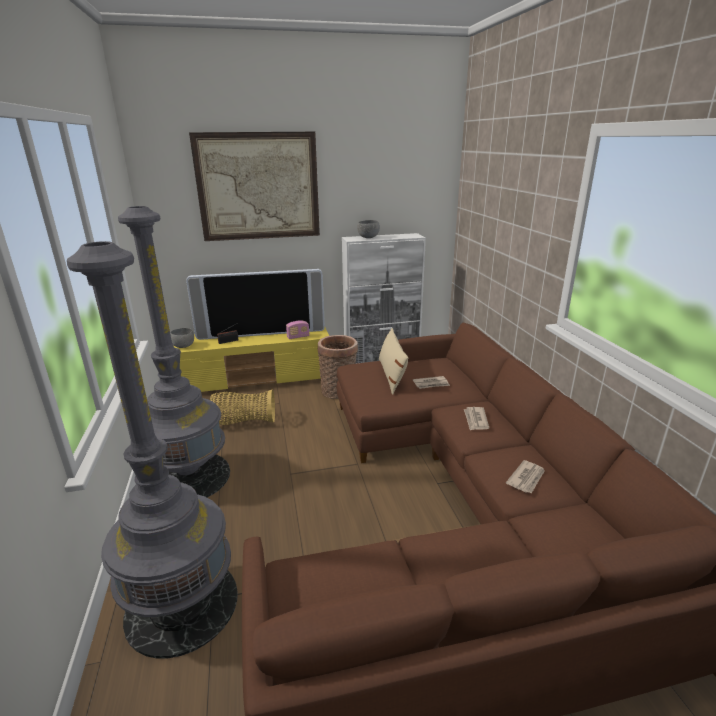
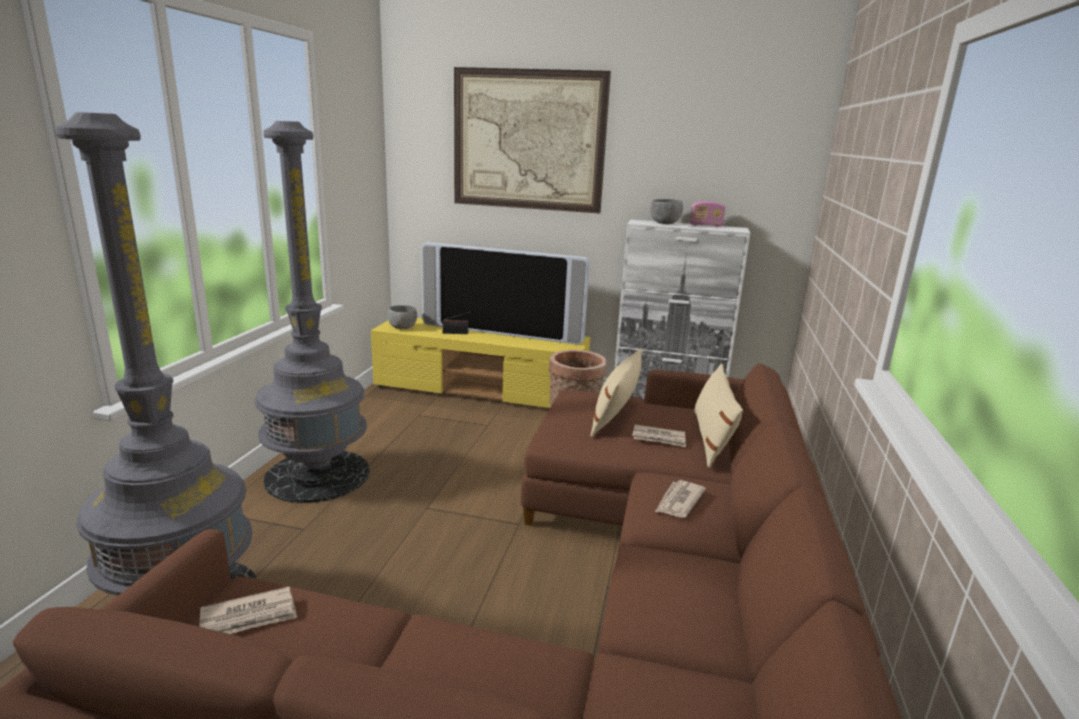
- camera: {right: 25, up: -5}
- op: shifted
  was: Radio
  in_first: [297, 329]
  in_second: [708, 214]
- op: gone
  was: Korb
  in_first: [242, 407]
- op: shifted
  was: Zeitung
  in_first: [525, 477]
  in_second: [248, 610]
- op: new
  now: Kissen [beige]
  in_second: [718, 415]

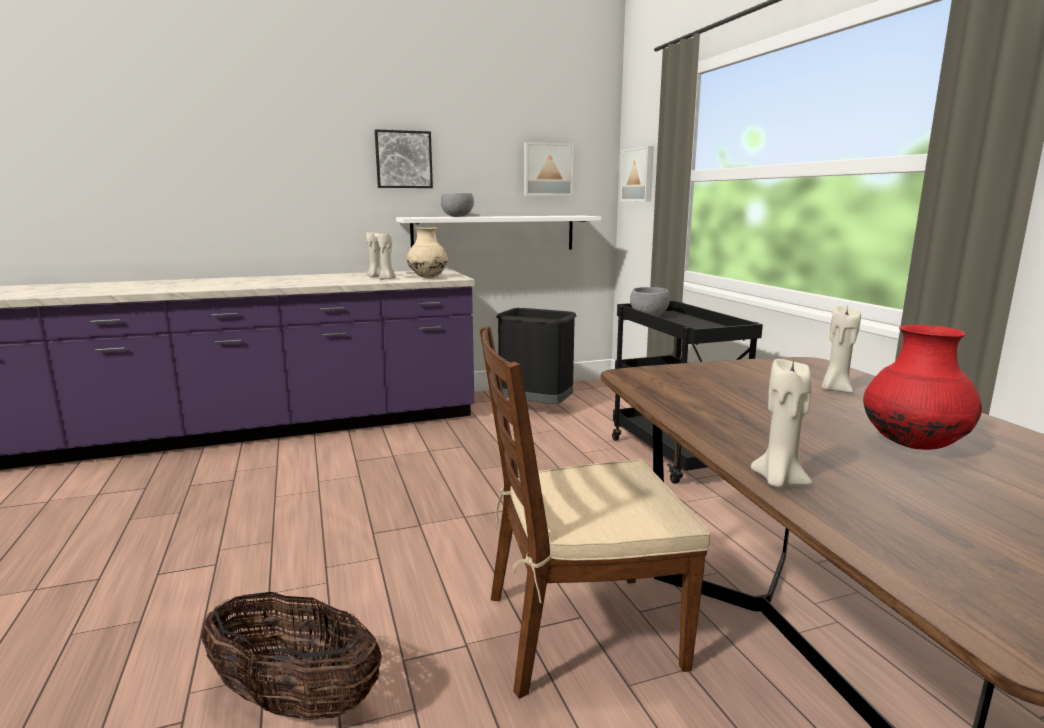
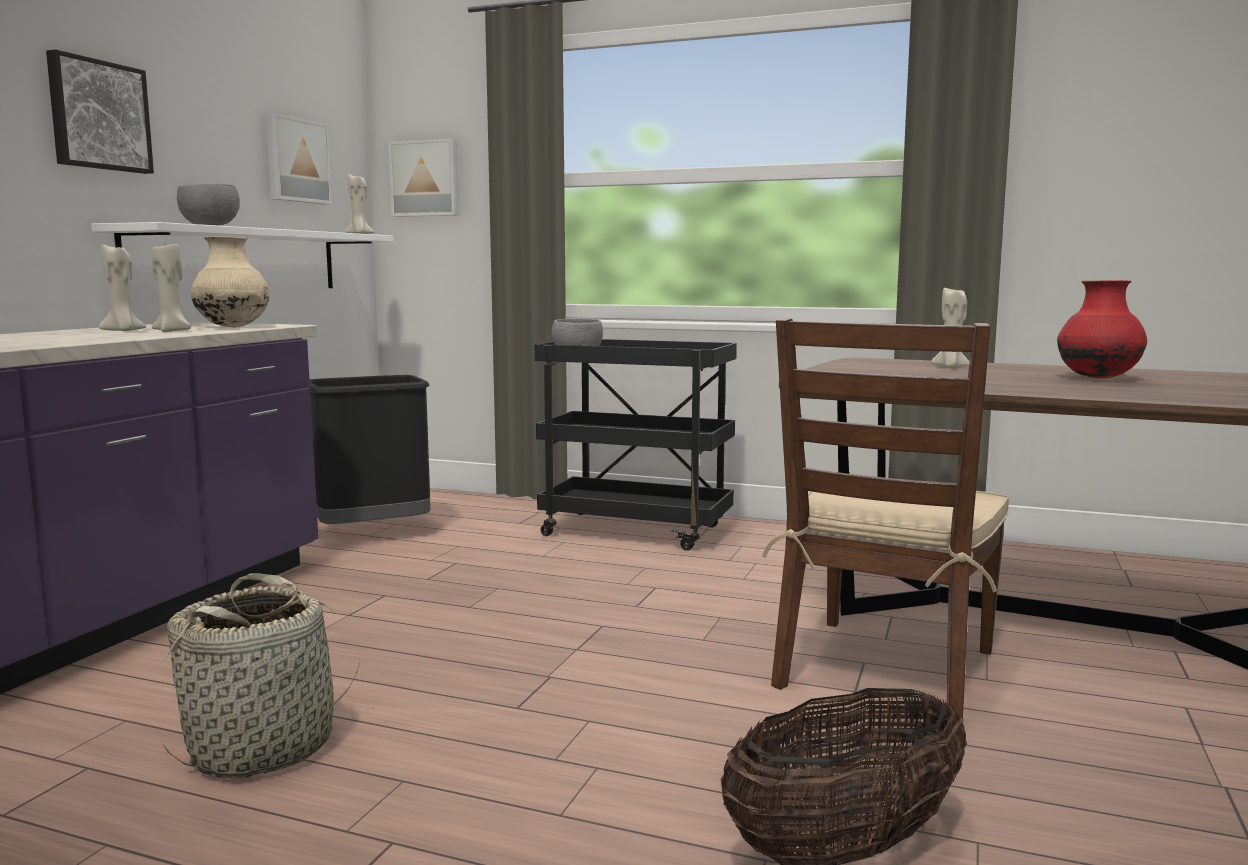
- camera: {right: -50, up: -5}
- op: shifted
  was: Kerze [beige]
  in_first: [781, 423]
  in_second: [359, 204]
- op: new
  now: Korb
  in_second: [261, 675]

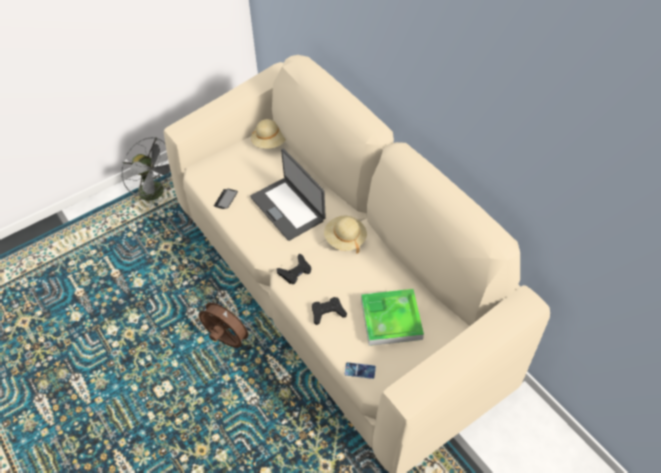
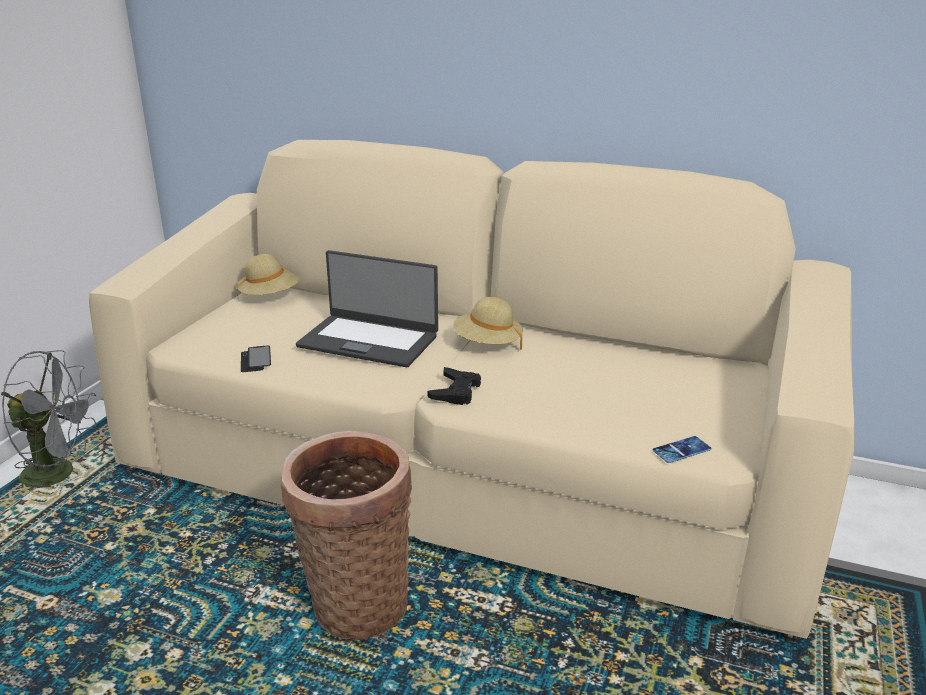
- camera: {right: -35, up: -25}
- op: gone
  was: Tablett
  in_first: [392, 317]
- op: gone
  was: Gamepad [schwarz]
  in_first: [329, 311]
- op: swapped
  was: Ventilator [braun]
  now: Korb
  in_first: [226, 323]
  in_second: [346, 535]

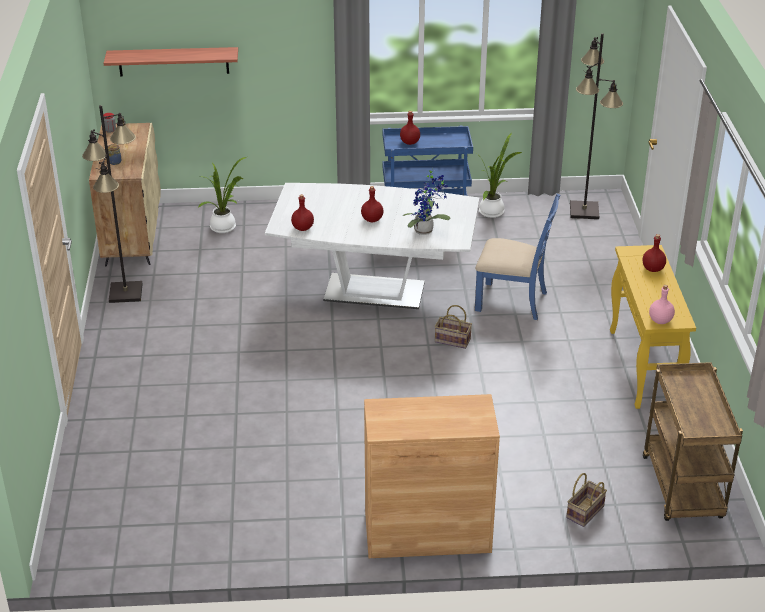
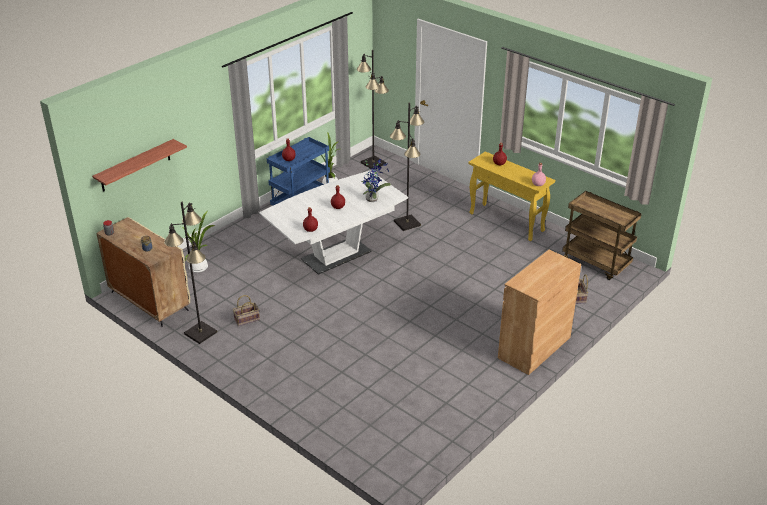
- camera: {right: -45, up: 0}
- op: swapped
  was: Stuhl [blau]
  now: Stehlampe [schwarz]
  in_first: [517, 257]
  in_second: [407, 167]
- op: shifted
  was: Korb
  in_first: [453, 327]
  in_second: [246, 310]

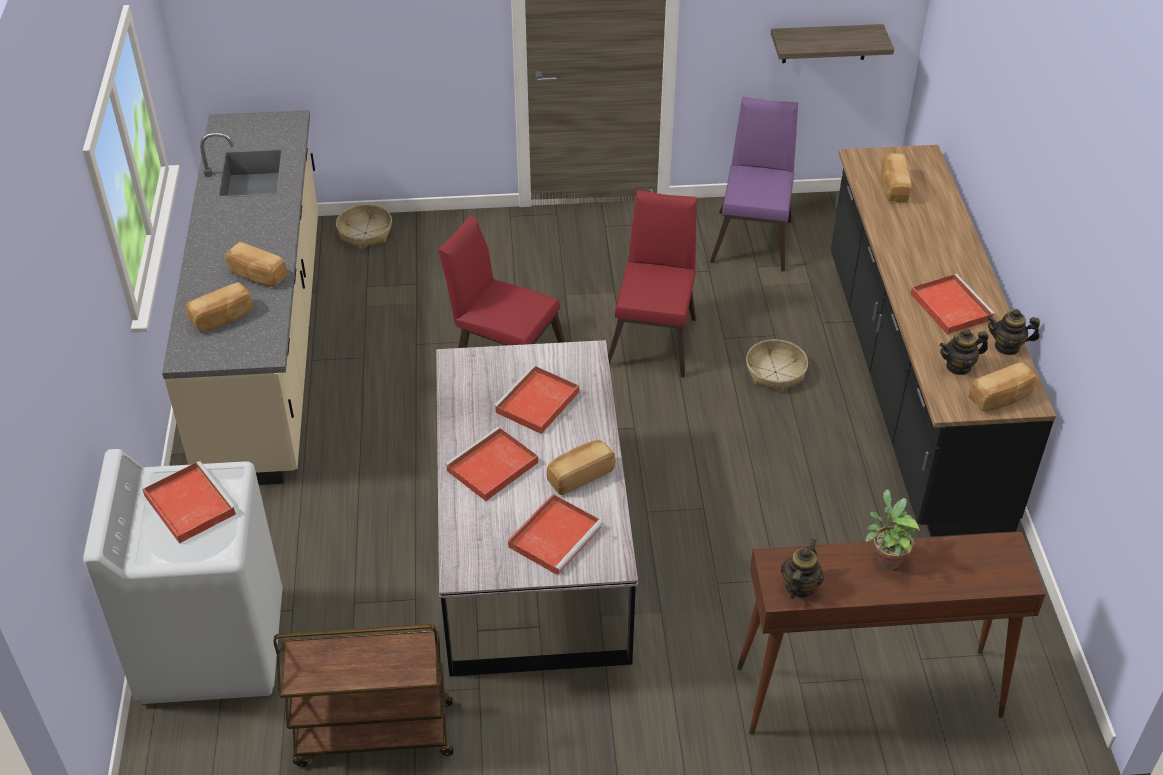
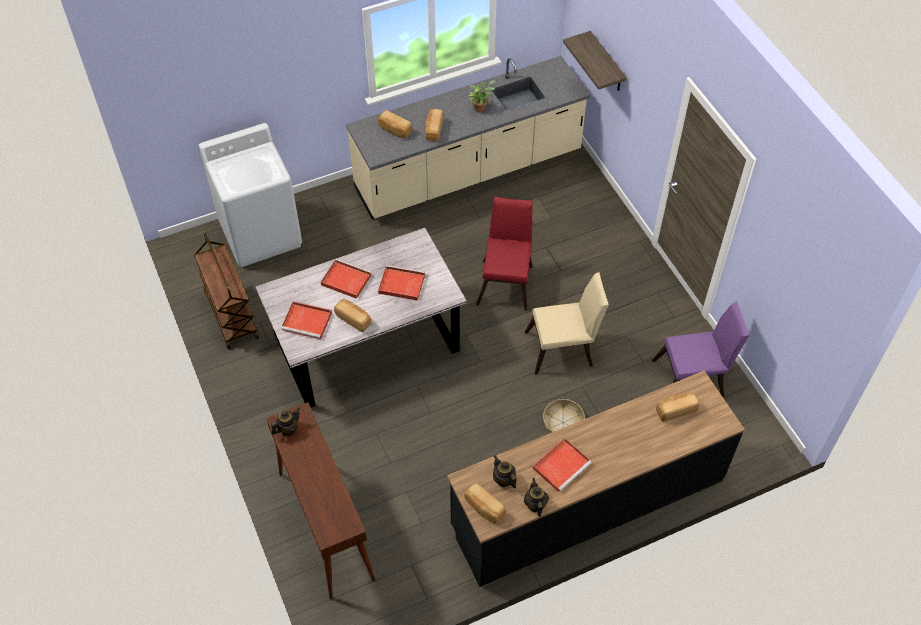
- camera: {right: 70, up: 10}
- op: shifted
  was: Wandregal
  in_first: [832, 43]
  in_second: [595, 61]
- op: repainted
  was: Stuhl [rot]
  now: Stuhl [beige]
  in_first: [652, 284]
  in_second: [567, 323]
- op: gone
  was: Korb
  in_first: [364, 226]
- op: gone
  was: Tablett [rot]
  in_first: [189, 502]
- op: shifted
  was: Topfpflanze
  in_first: [892, 529]
  in_second: [482, 96]
- op: rotated
  was: Teekanne
  in_first: [802, 569]
  in_second: [285, 421]
  clockwise: -45

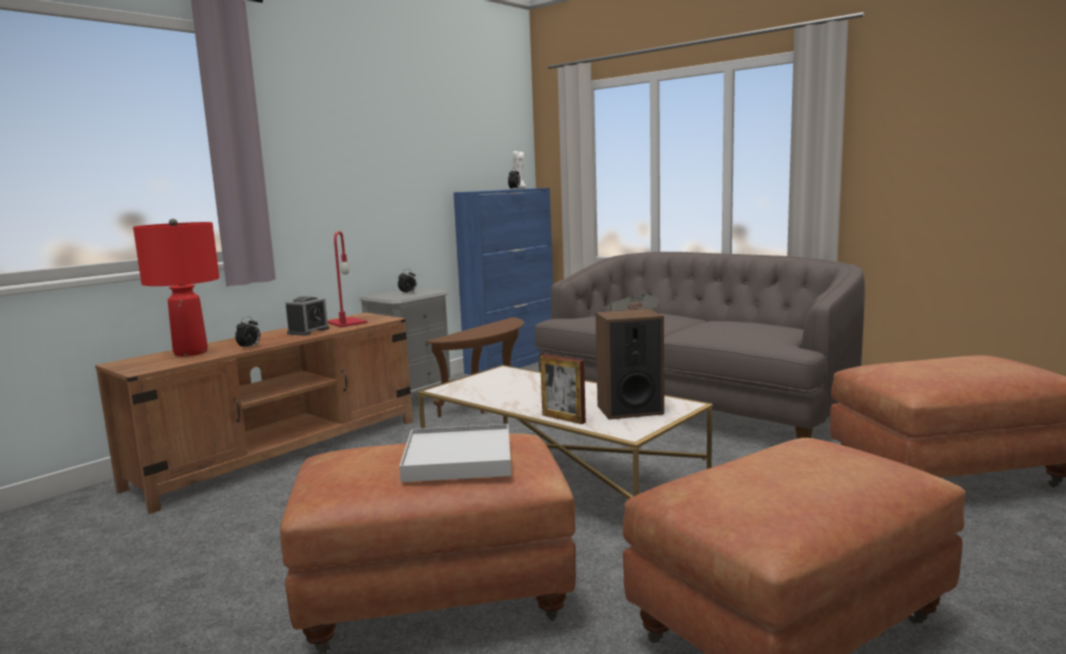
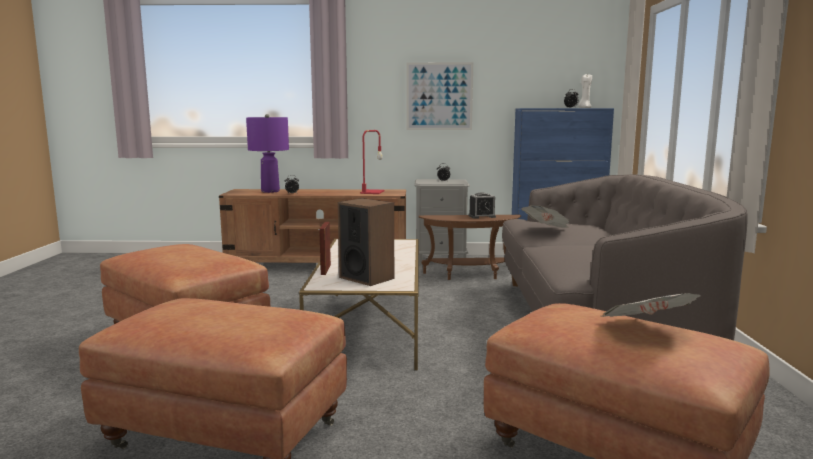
- camera: {right: 50, up: 0}
- op: repainted
  was: Tischlampe [rot]
  now: Tischlampe [lila]
  in_first: [176, 287]
  in_second: [267, 153]
- op: shifted
  was: Wecker
  in_first: [307, 316]
  in_second: [482, 205]
- op: gone
  was: Tablett [weiß]
  in_first: [455, 453]
- op: new
  now: Bild
  in_second: [440, 96]
- op: new
  now: Zeitung
  in_second: [651, 305]

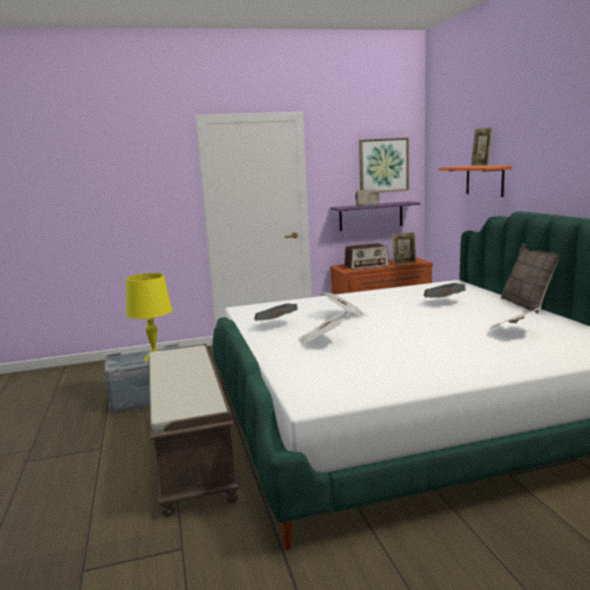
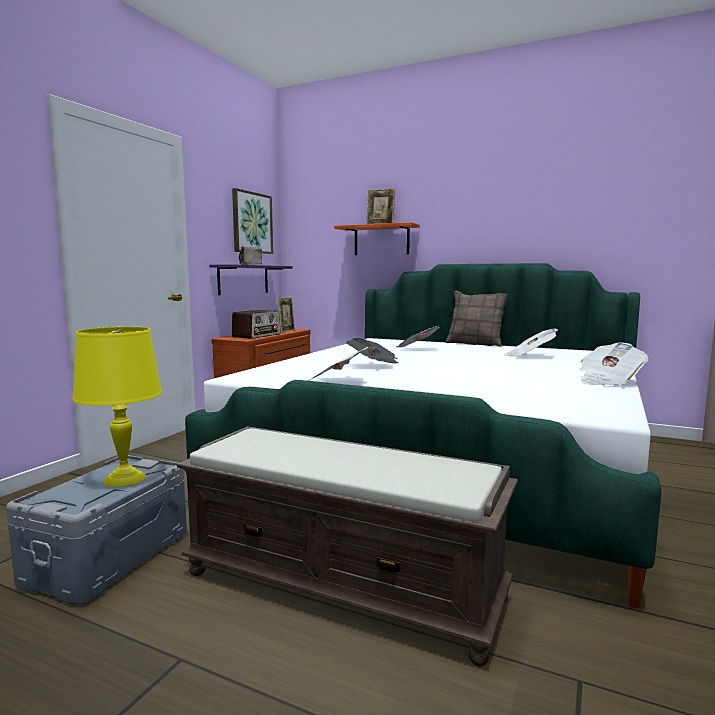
- camera: {right: -50, up: -5}
- op: shifted
  was: Zeitung
  in_first: [323, 328]
  in_second: [613, 363]

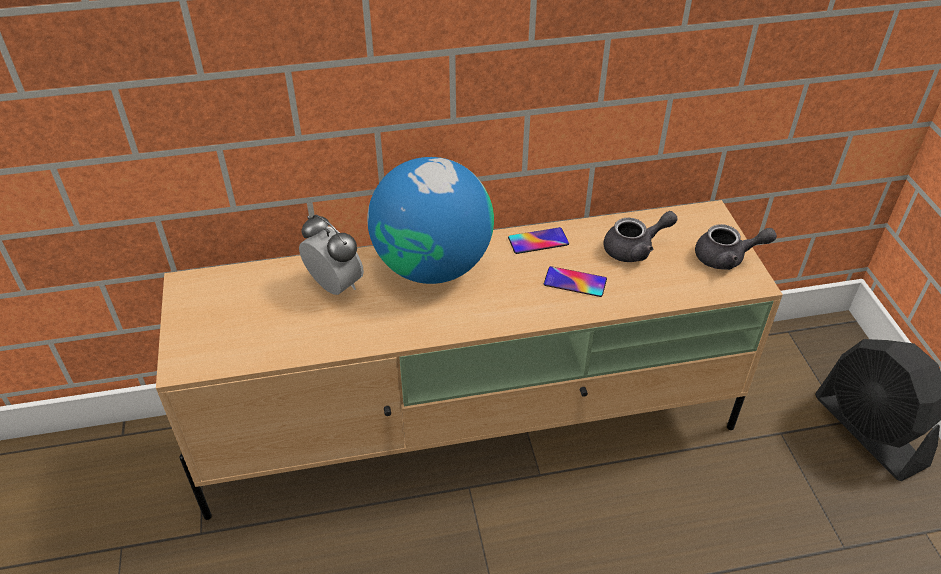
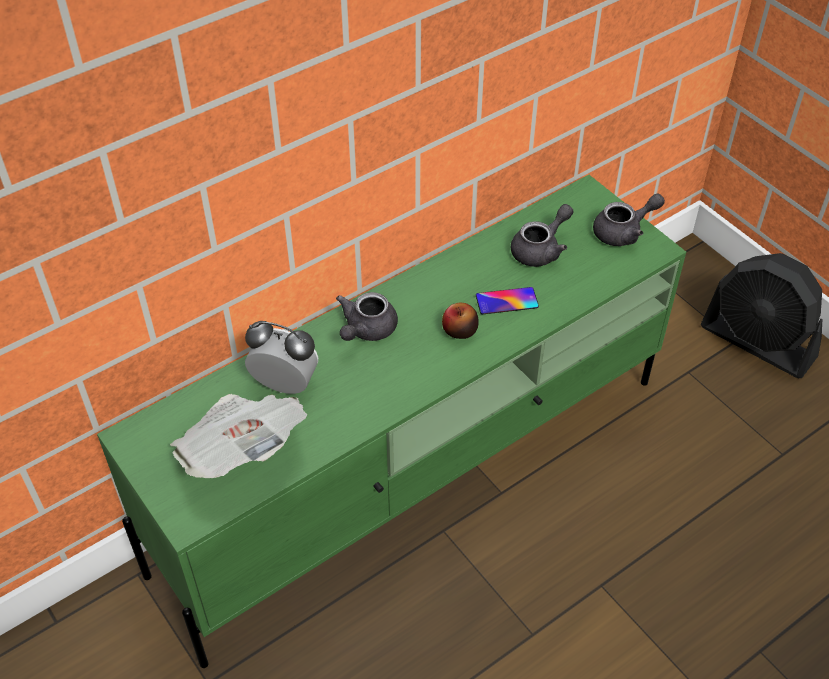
- camera: {right: -25, up: 5}
- op: swapped
  was: Globus
  now: Teekanne [grau]
  in_first: [430, 220]
  in_second: [367, 316]
- op: repainted
  was: Fernsehschrank [beige]
  now: Fernsehschrank [grün]
  in_first: [469, 360]
  in_second: [391, 421]
- op: gone
  was: Handy
  in_first: [538, 240]
- op: new
  now: Apfel
  in_second: [460, 321]
- op: new
  now: Zeitung
  in_second: [238, 436]

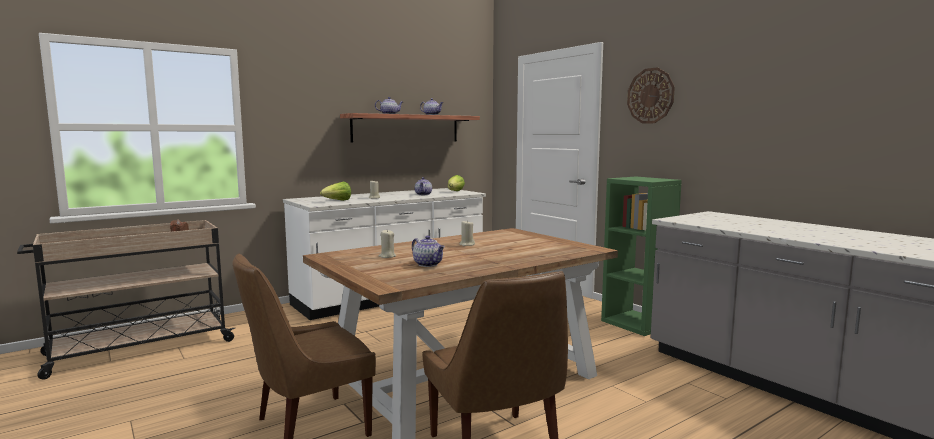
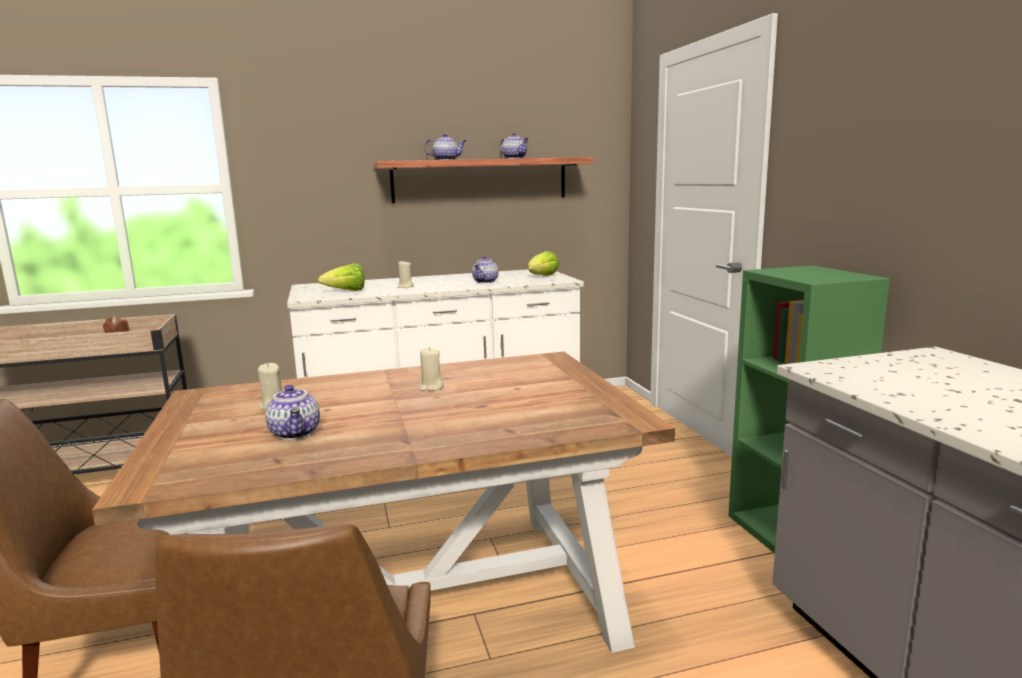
- camera: {right: 20, up: 5}
- op: gone
  was: Wanduhr
  in_first: [651, 95]

